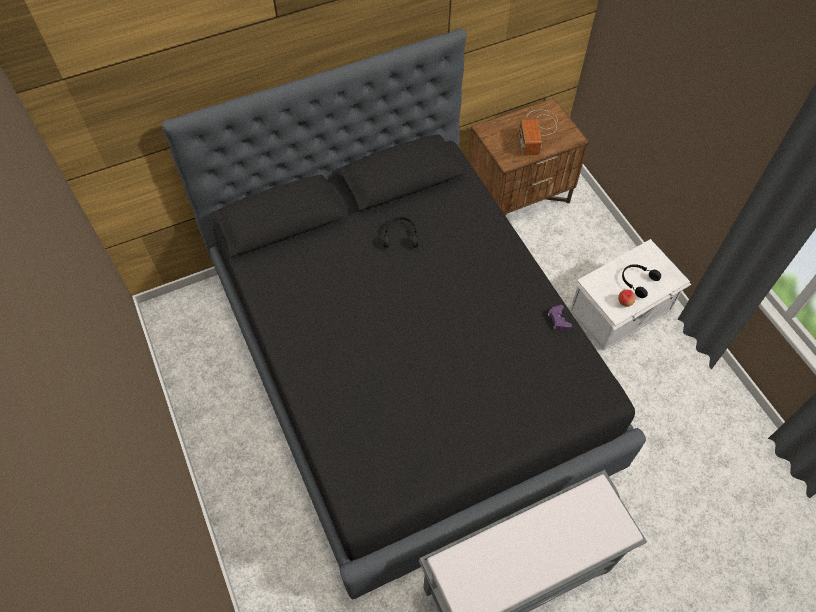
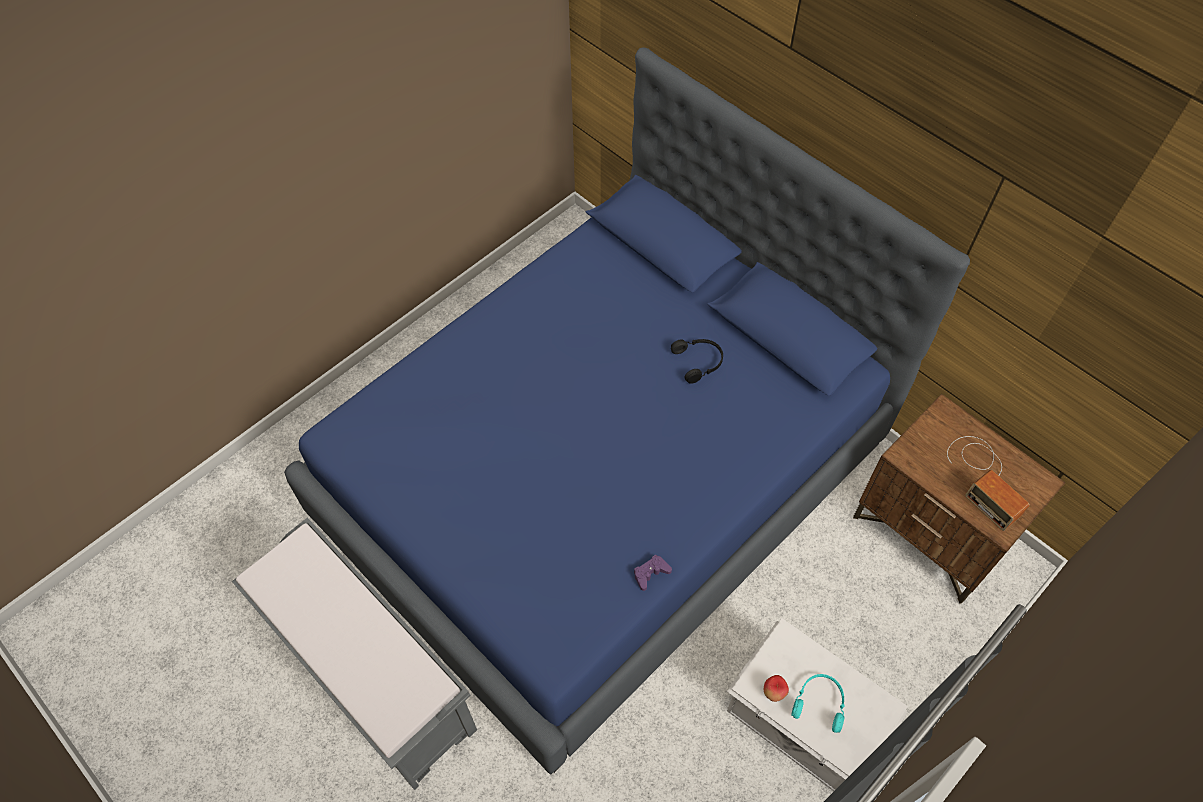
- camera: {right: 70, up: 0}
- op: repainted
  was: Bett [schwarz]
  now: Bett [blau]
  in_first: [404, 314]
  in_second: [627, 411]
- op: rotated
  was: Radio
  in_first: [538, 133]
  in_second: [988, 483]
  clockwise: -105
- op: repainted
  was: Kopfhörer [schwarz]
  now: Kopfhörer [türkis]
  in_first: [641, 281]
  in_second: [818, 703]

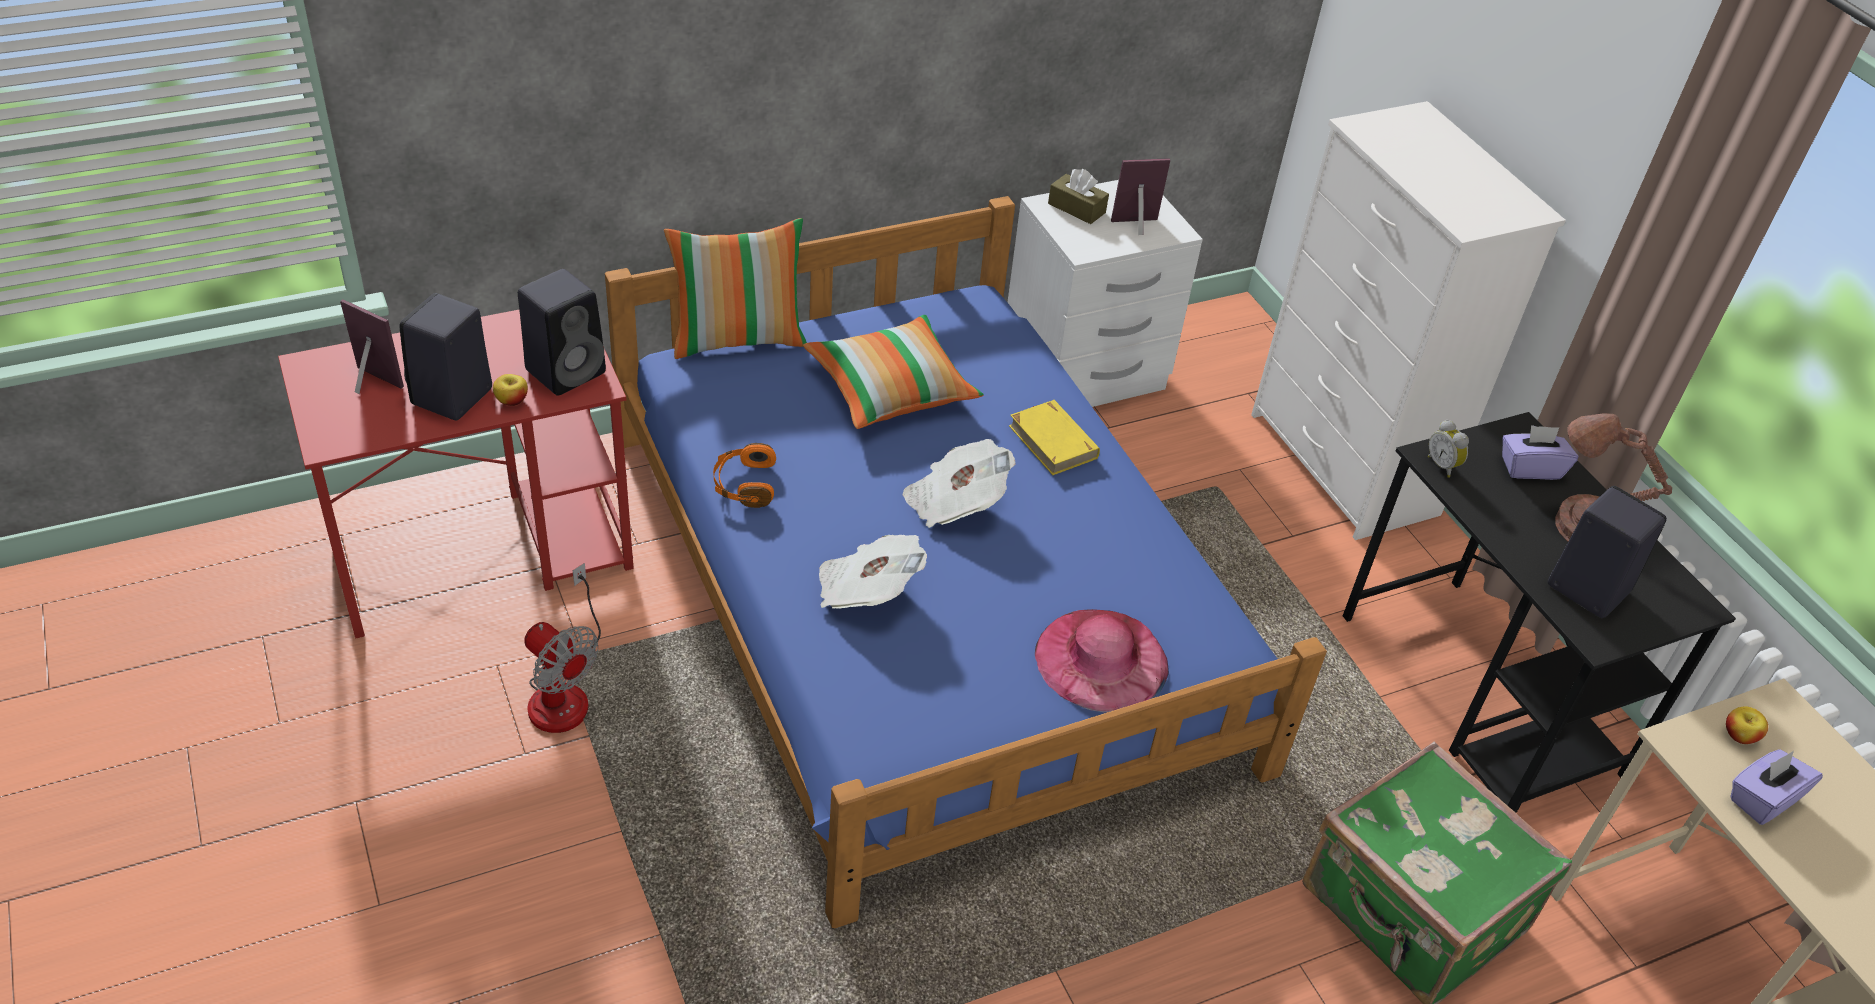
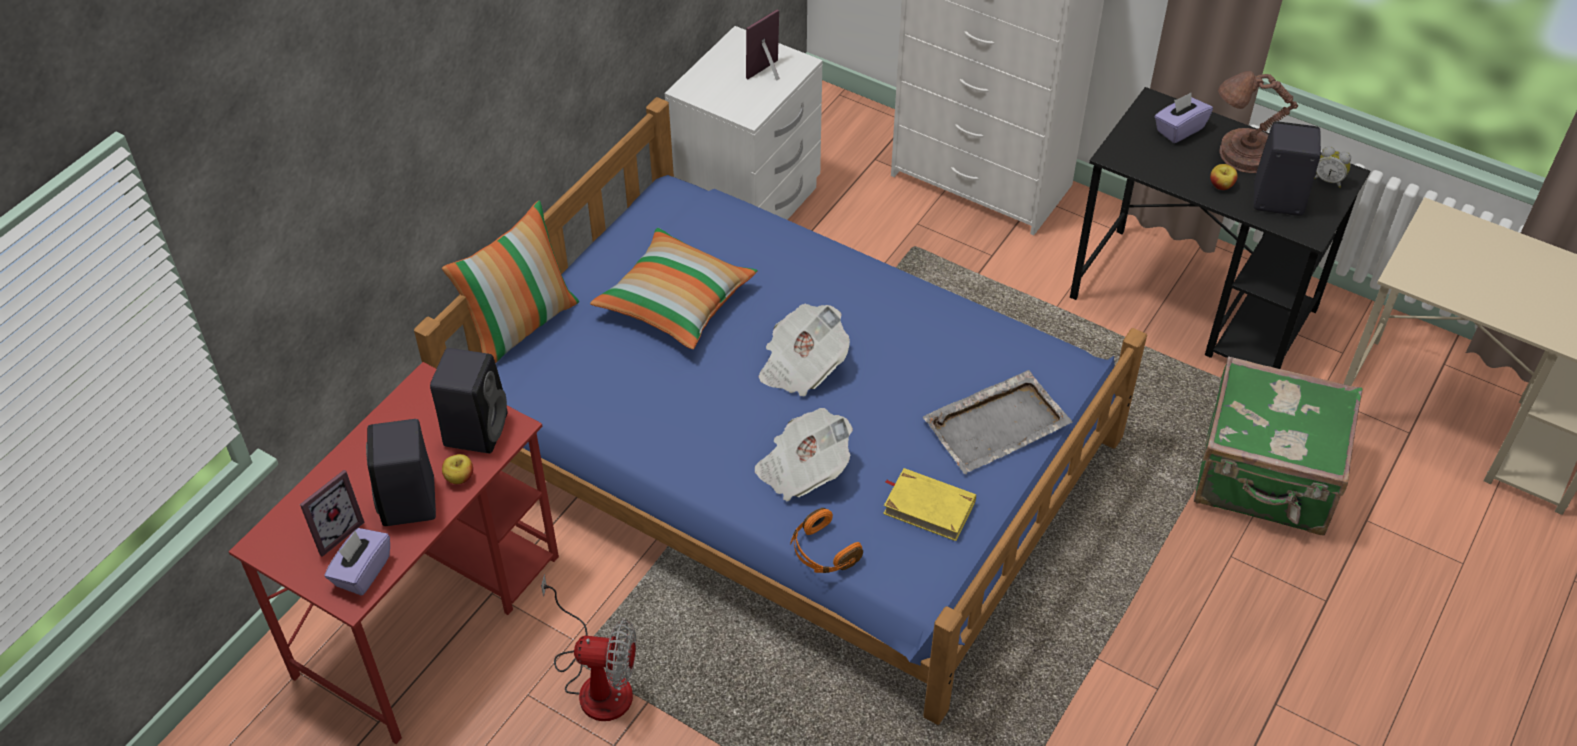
- camera: {right: -30, up: 5}
- op: gone
  was: Taschentuchbox [braun]
  in_first: [1078, 196]
- op: rotated
  was: Bilderrahmen
  in_first: [372, 346]
  in_second: [332, 513]
  clockwise: 135
- op: shifted
  was: Buch [gelb]
  in_first: [1054, 437]
  in_second: [929, 504]
- op: shifted
  was: Wecker
  in_first: [1448, 449]
  in_second: [1332, 167]
- op: shifted
  was: Kopfhörer [orange]
  in_first: [744, 475]
  in_second: [826, 540]
- op: swapped
  was: Hut [rosa]
  now: Tablett [grau]
  in_first: [1102, 661]
  in_second: [997, 422]
- op: shifted
  was: Apfel
  in_first: [1747, 725]
  in_second: [1224, 177]
- op: shifted
  was: Taschentuchbox [lila]
  in_first: [1776, 787]
  in_second: [357, 562]

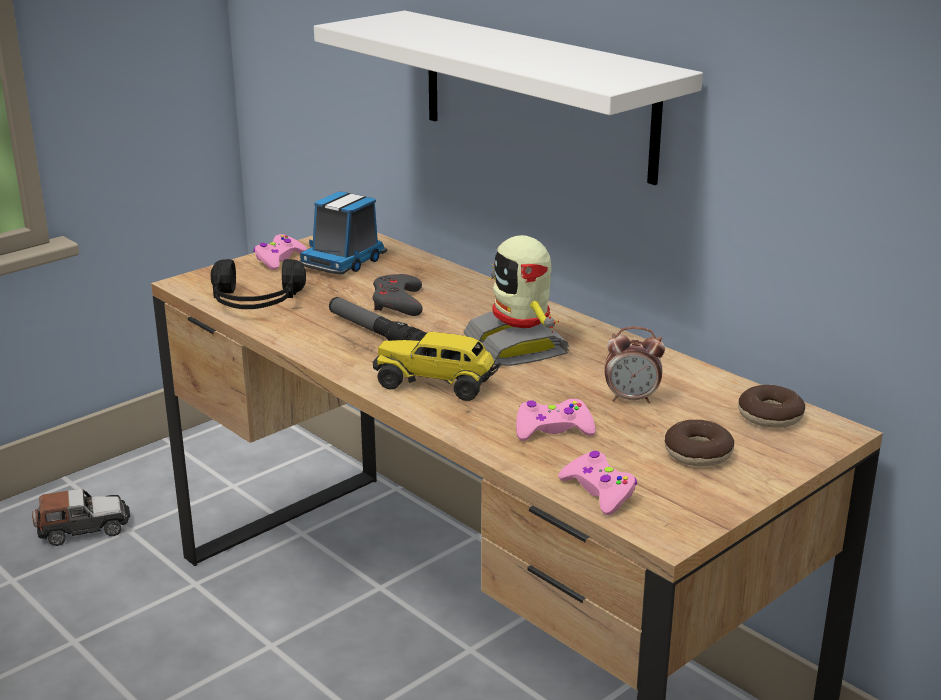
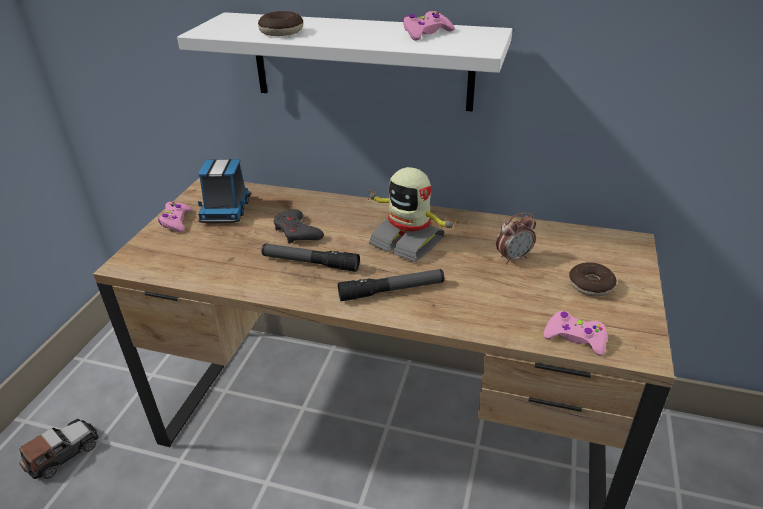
- camera: {right: -30, up: 10}
- op: gone
  was: Kopfhörer [schwarz]
  in_first: [258, 284]
- op: swapped
  was: Spielzeuglaster
  now: Taschenlampe
  in_first: [436, 366]
  in_second: [391, 285]
- op: shifted
  was: Donut
  in_first: [771, 406]
  in_second: [280, 23]
- op: shifted
  was: Gamepad [rosa]
  in_first: [556, 420]
  in_second: [428, 26]

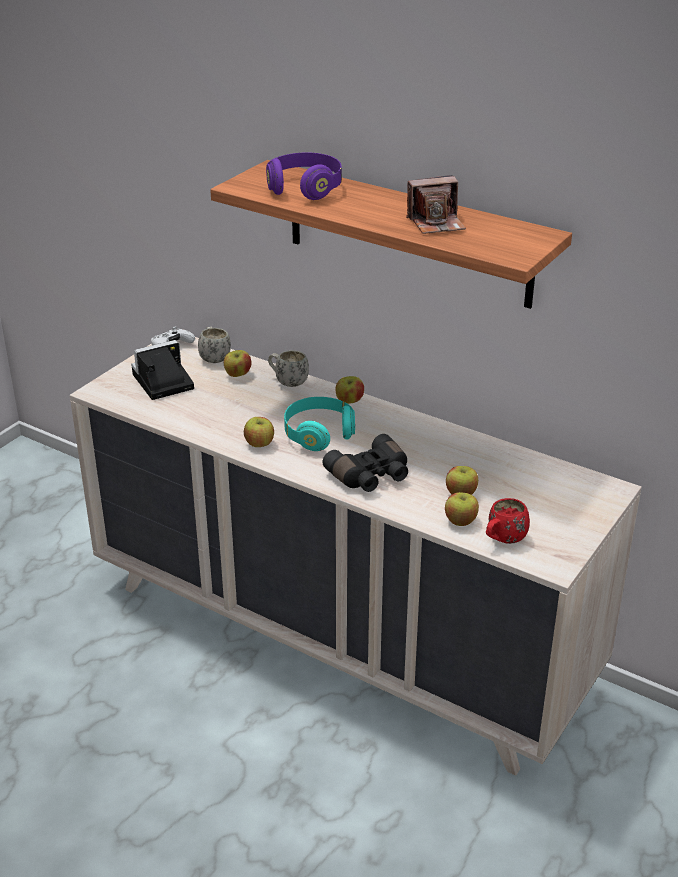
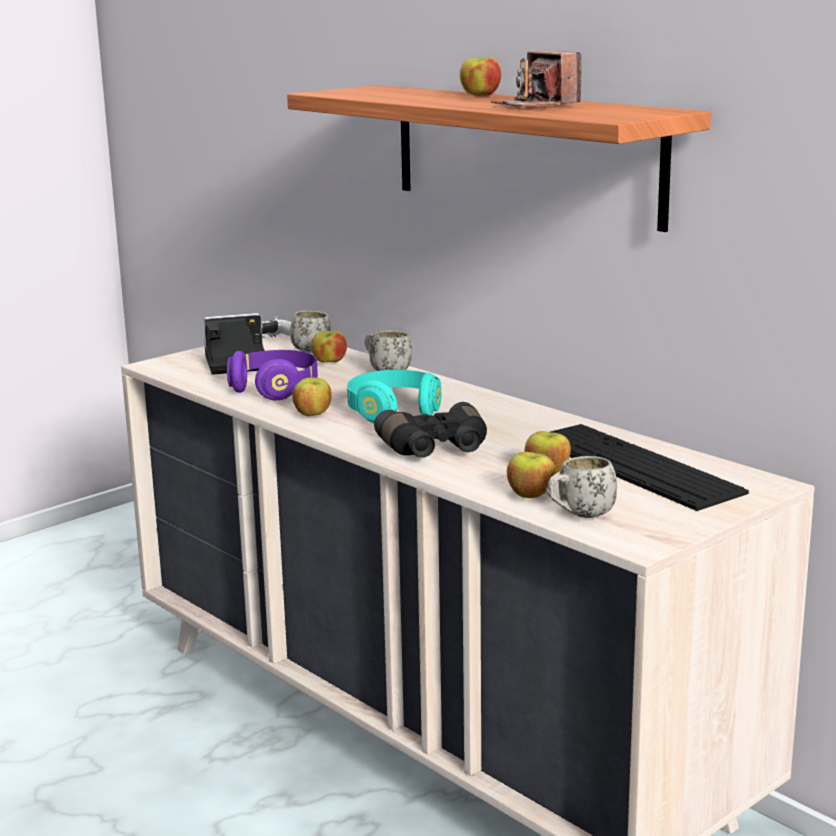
- camera: {right: 15, up: -15}
- op: shifted
  was: Kopfhörer [lila]
  in_first: [304, 176]
  in_second: [272, 375]
- op: rotated
  was: Kamera
  in_first: [436, 204]
  in_second: [536, 78]
  clockwise: 60
- op: shifted
  was: Apfel
  in_first: [350, 390]
  in_second: [480, 76]
- op: repainted
  was: Henkelbecher [rot]
  now: Henkelbecher [weiß]
  in_first: [508, 521]
  in_second: [581, 487]
- op: new
  now: Tastatur
  in_second: [649, 467]

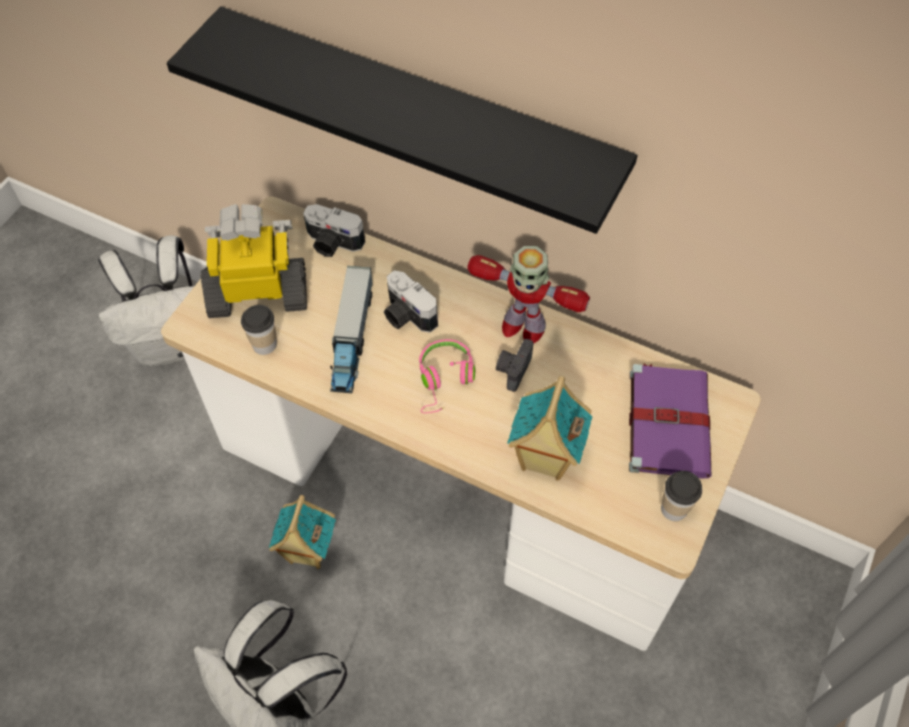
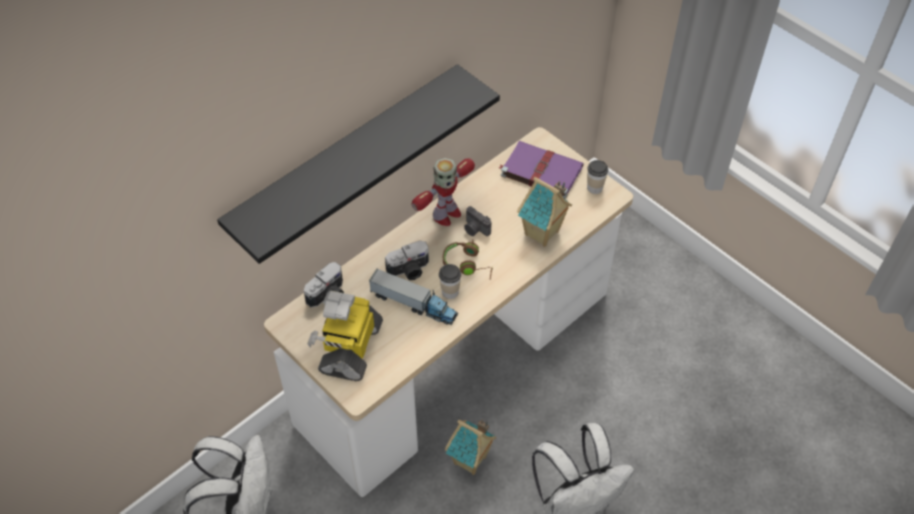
- camera: {right: -70, up: -5}
- op: shifted
  was: Tasse
  in_first: [259, 330]
  in_second: [450, 281]
- op: repainted
  was: Kopfhörer [rosa]
  now: Kopfhörer [braun]
  in_first: [447, 376]
  in_second: [468, 259]

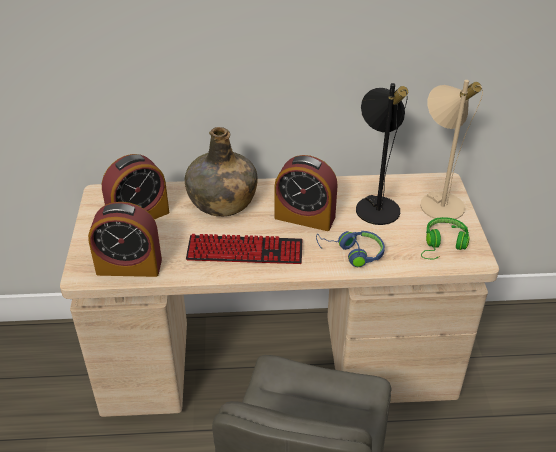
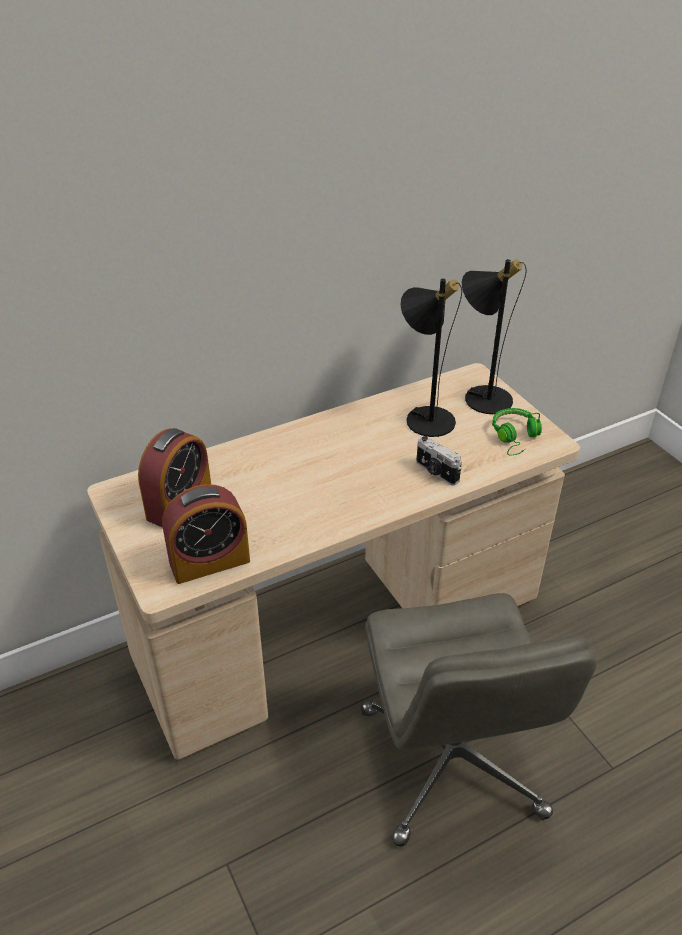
- camera: {right: -25, up: 0}
- op: repainted
  was: Tischlampe [beige]
  now: Tischlampe [schwarz]
  in_first: [451, 149]
  in_second: [494, 336]
- op: gone
  was: Flasche [grün]
  in_first: [221, 171]
- op: gone
  was: Wecker
  in_first: [306, 193]
- op: swapped
  was: Kopfhörer [blau]
  now: Kamera
  in_first: [350, 249]
  in_second: [439, 461]
- op: gone
  was: Tastatur
  in_first: [244, 249]

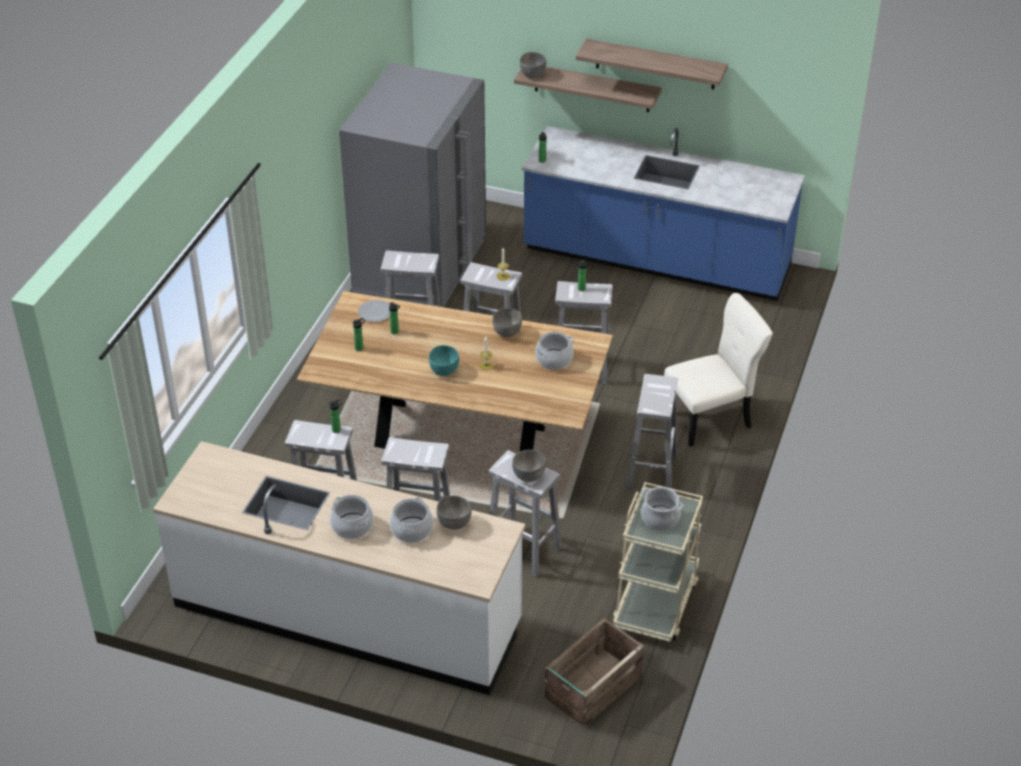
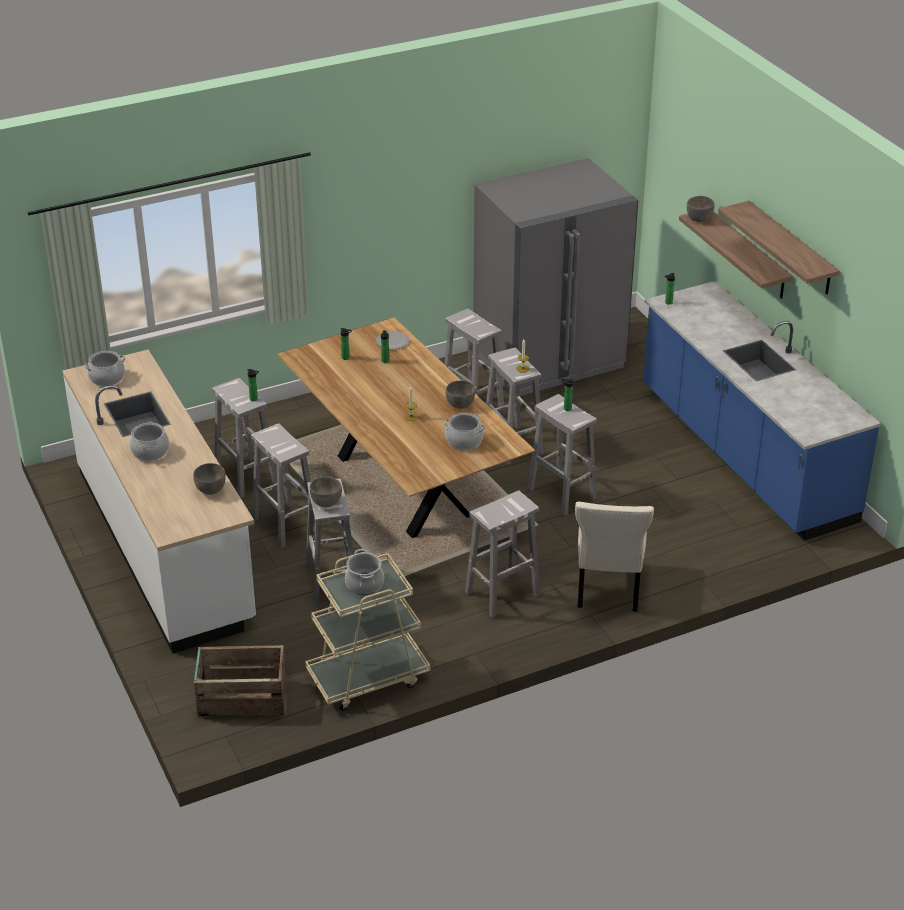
- camera: {right: 45, up: -5}
- op: rotated
  was: Stuhl [beige]
  in_first: [718, 370]
  in_second: [614, 557]
  clockwise: 75
- op: gone
  was: Schüssel [türkis]
  in_first: [444, 360]
- op: shifted
  was: Kochtopf
  in_first: [411, 520]
  in_second: [104, 368]

